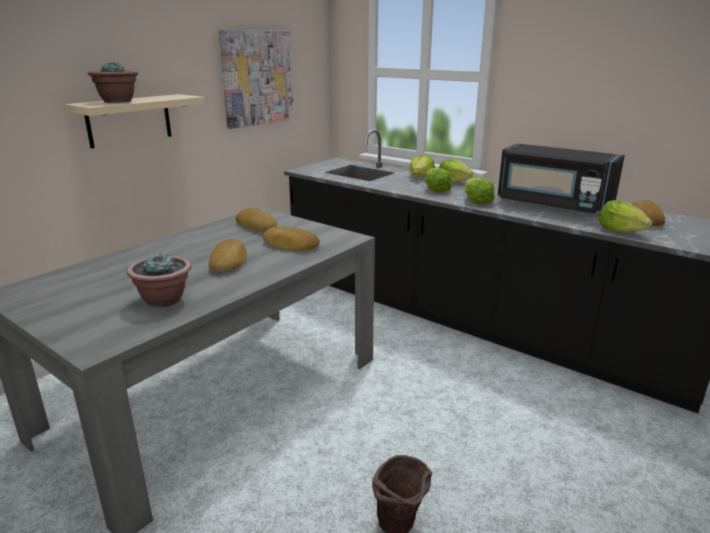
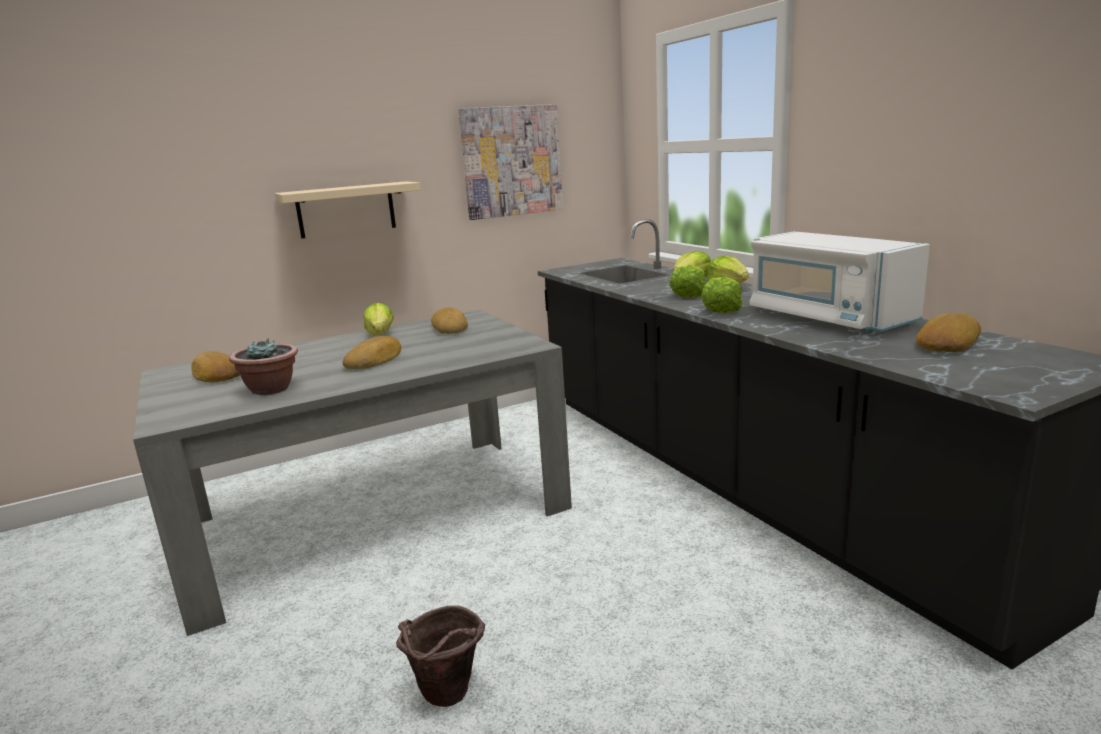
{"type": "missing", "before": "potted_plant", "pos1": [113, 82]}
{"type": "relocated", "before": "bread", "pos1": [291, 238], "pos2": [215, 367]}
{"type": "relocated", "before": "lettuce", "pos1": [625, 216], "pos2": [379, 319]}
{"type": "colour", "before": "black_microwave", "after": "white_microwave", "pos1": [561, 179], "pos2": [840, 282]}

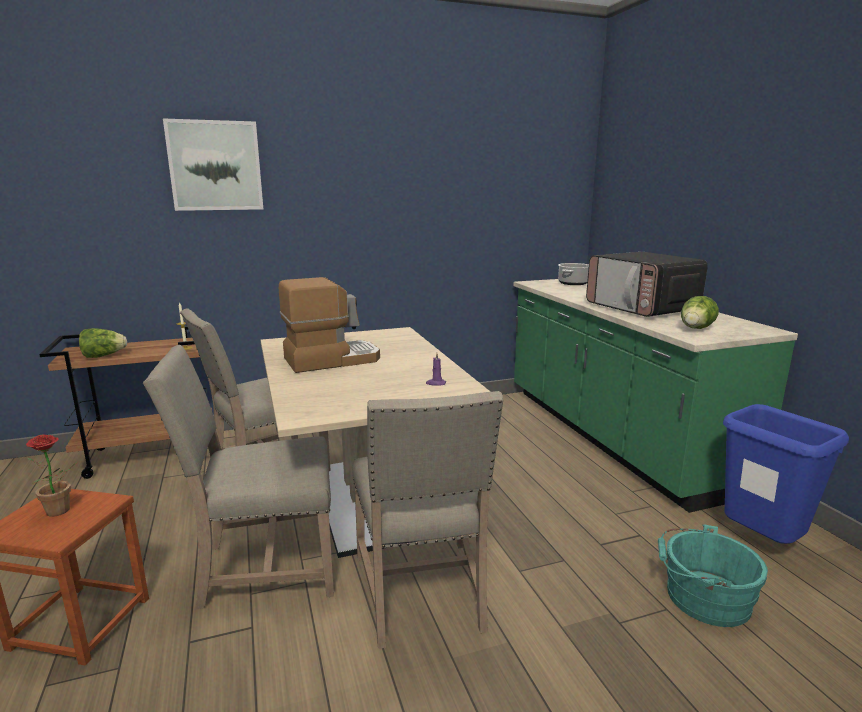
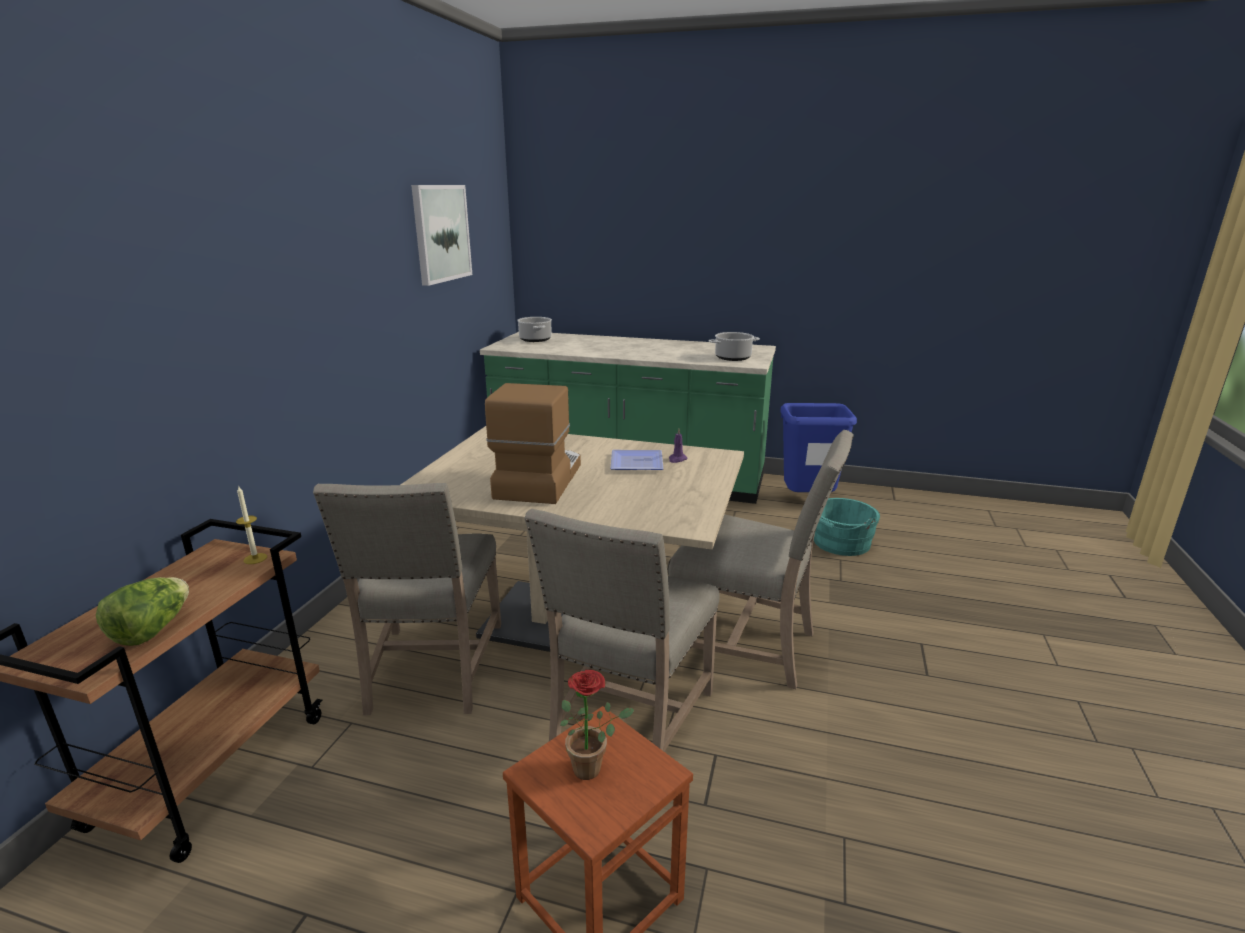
{"type": "missing", "before": "microwave", "pos1": [647, 284]}
{"type": "appeared", "after": "plate", "pos2": [636, 460]}
{"type": "relocated", "before": "picture", "pos1": [213, 165], "pos2": [441, 235]}
{"type": "exchanged", "before": "lettuce", "after": "cooking_pot", "pos1": [700, 312], "pos2": [734, 346]}

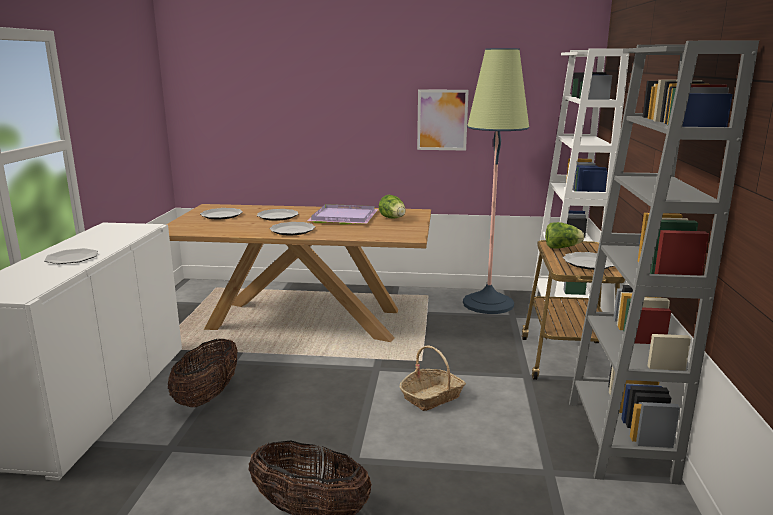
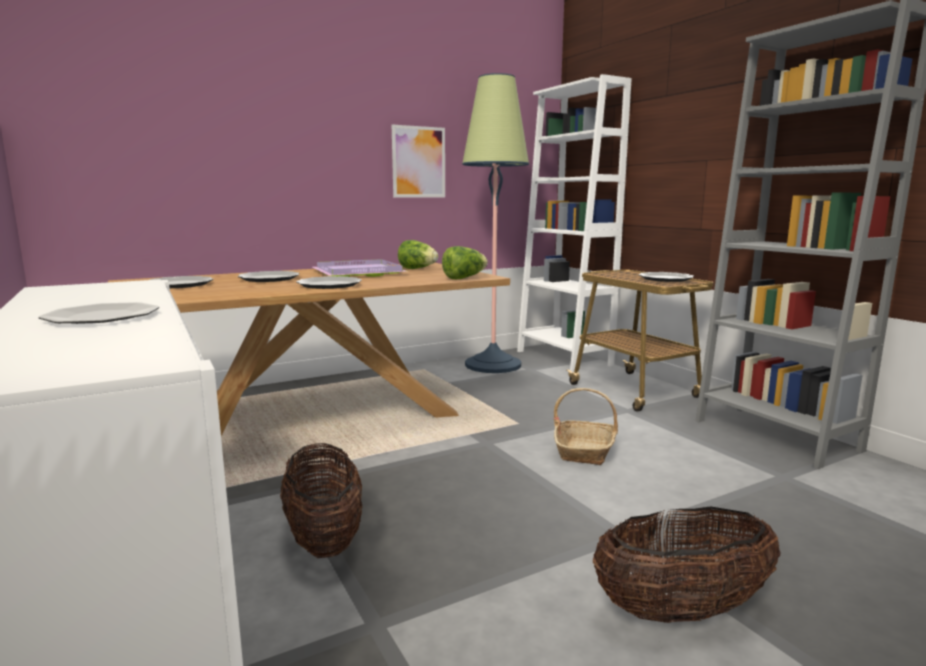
{"type": "relocated", "before": "lettuce", "pos1": [564, 235], "pos2": [465, 262]}

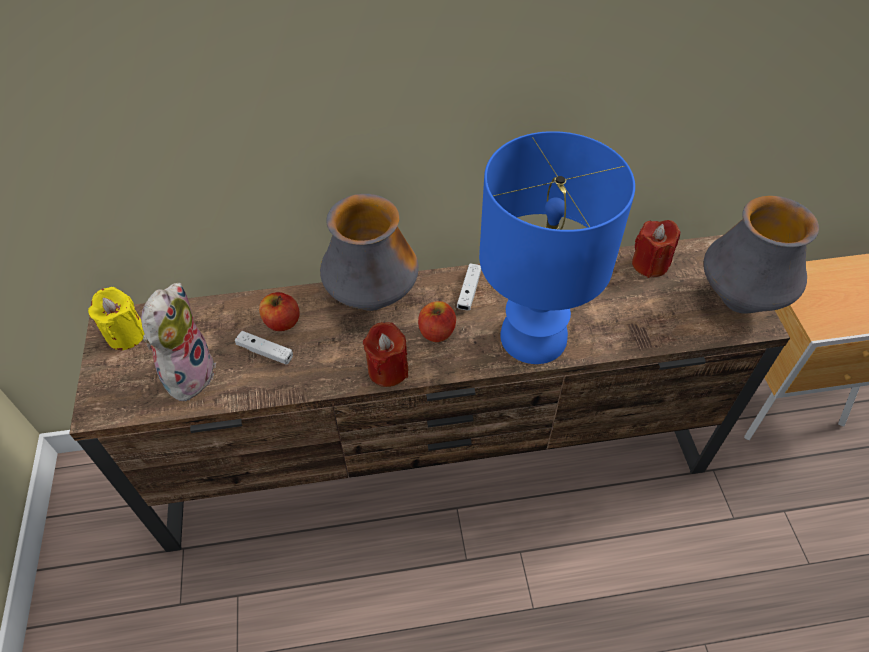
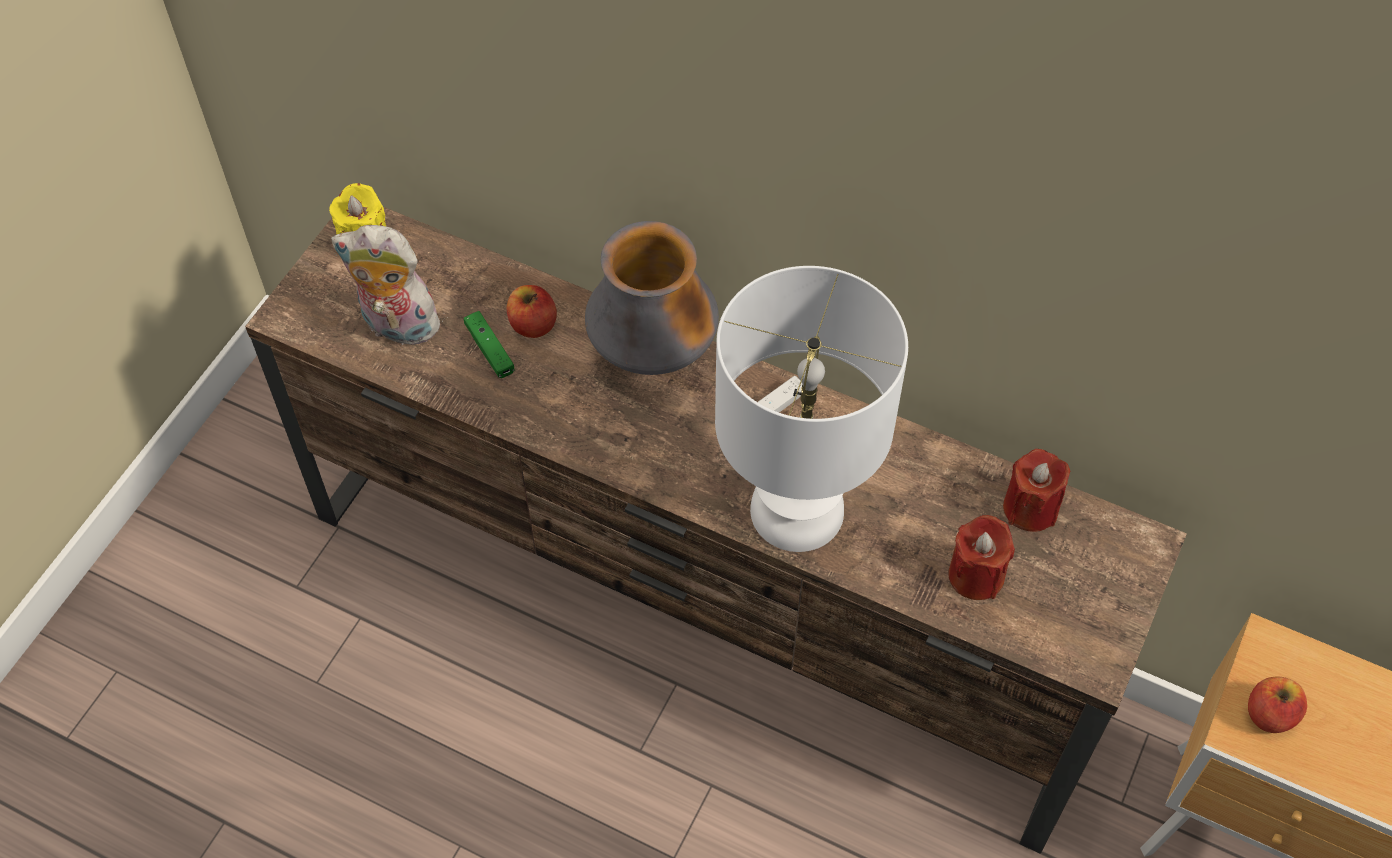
{"type": "missing", "before": "vase", "pos1": [761, 255]}
{"type": "relocated", "before": "red_candle", "pos1": [385, 354], "pos2": [981, 557]}
{"type": "relocated", "before": "apple", "pos1": [437, 321], "pos2": [1277, 704]}
{"type": "colour", "before": "white_game_controller", "after": "green_game_controller", "pos1": [264, 347], "pos2": [489, 344]}
{"type": "colour", "before": "blue_table_lamp", "after": "white_table_lamp", "pos1": [557, 247], "pos2": [811, 409]}
{"type": "spun", "before": "plush_toy", "pos1": [178, 344], "pos2": [387, 287], "turn": -120}

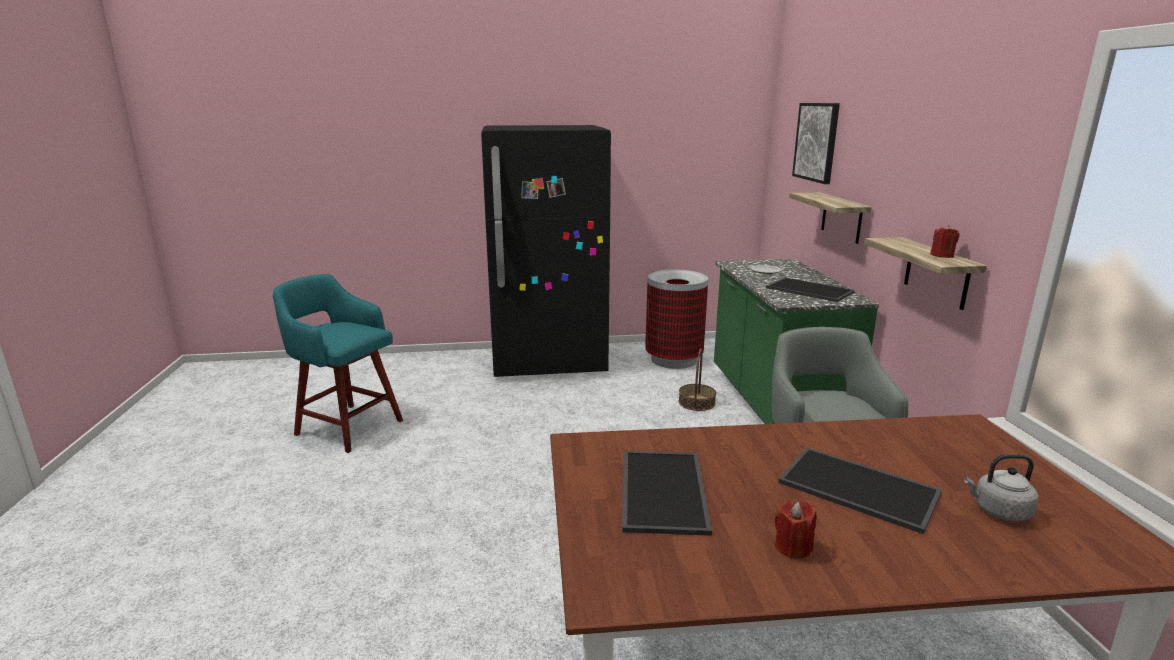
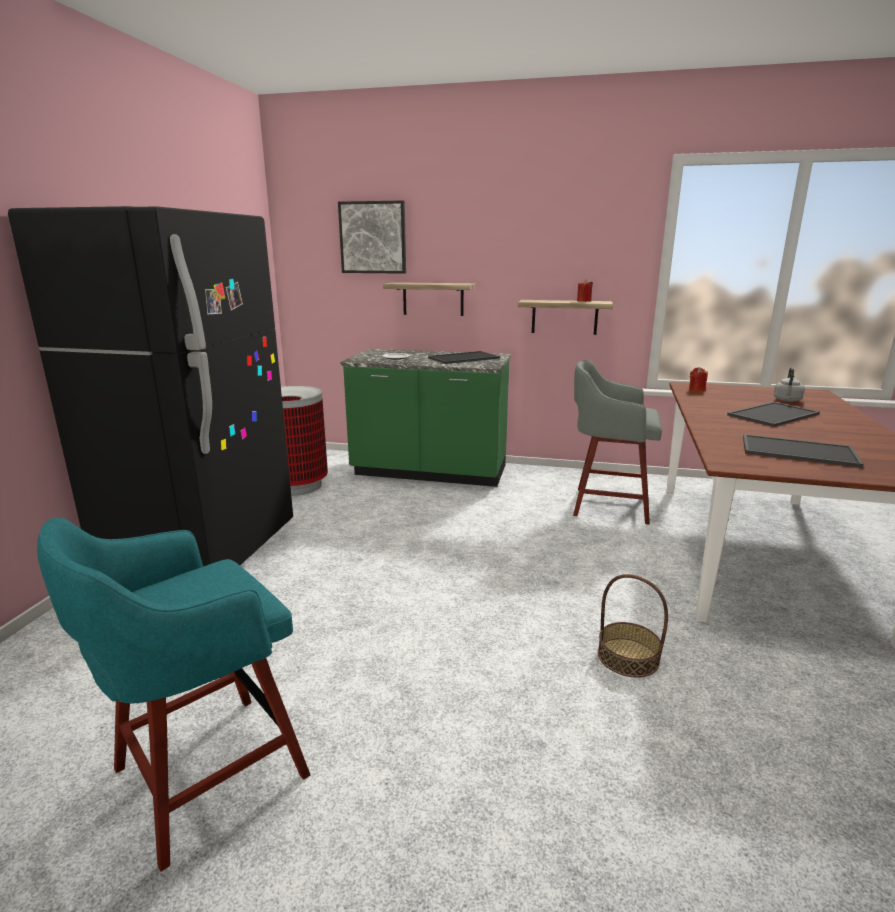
{"type": "relocated", "before": "basket", "pos1": [697, 379], "pos2": [633, 626]}
{"type": "relocated", "before": "red_candle", "pos1": [795, 529], "pos2": [698, 379]}

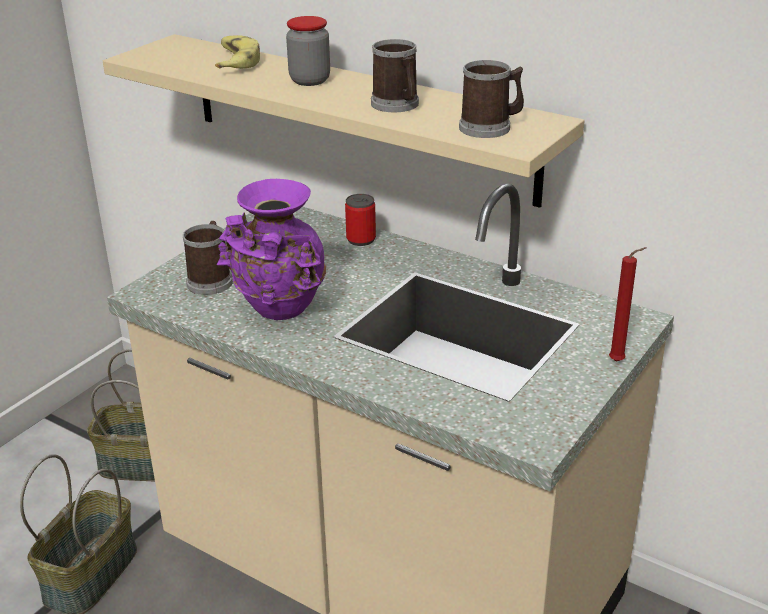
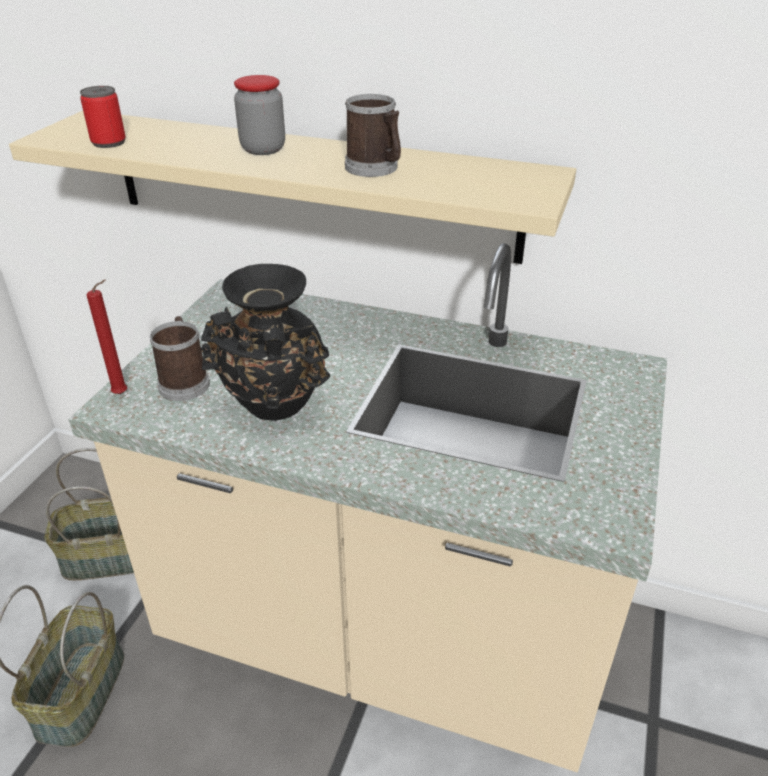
{"type": "missing", "before": "banana", "pos1": [237, 52]}
{"type": "missing", "before": "mug", "pos1": [491, 99]}
{"type": "relocated", "before": "can", "pos1": [360, 220], "pos2": [103, 117]}
{"type": "relocated", "before": "red_candle", "pos1": [627, 304], "pos2": [107, 337]}
{"type": "colour", "before": "purple_vase", "after": "black_vase", "pos1": [271, 249], "pos2": [265, 342]}

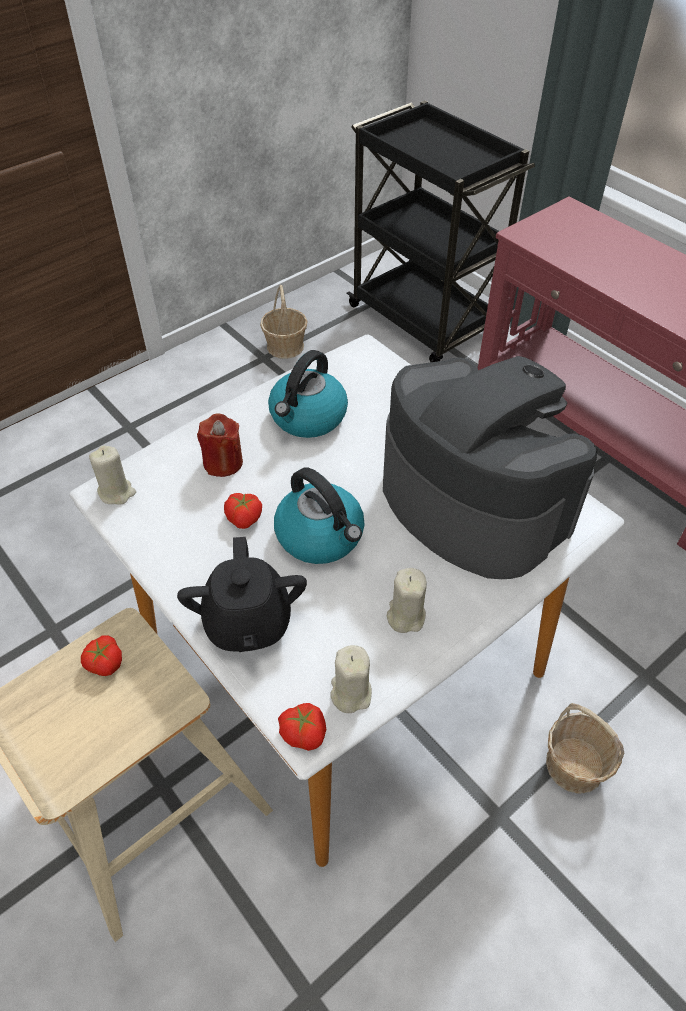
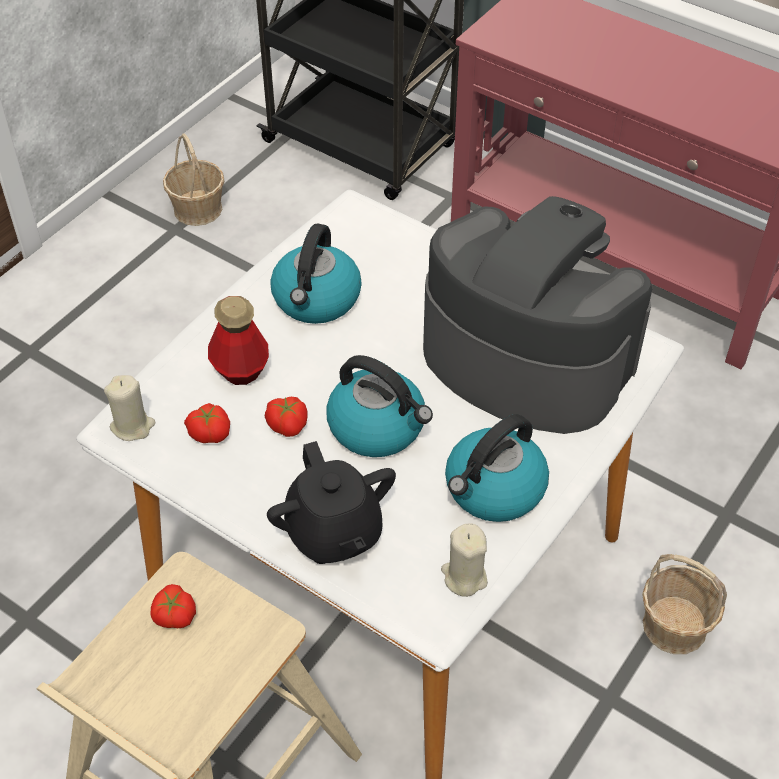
{"type": "relocated", "before": "tomato", "pos1": [302, 727], "pos2": [207, 423]}
{"type": "exchanged", "before": "red_candle", "after": "bottle", "pos1": [220, 445], "pos2": [238, 340]}
{"type": "exchanged", "before": "beige_candle", "after": "kettle", "pos1": [407, 600], "pos2": [497, 468]}

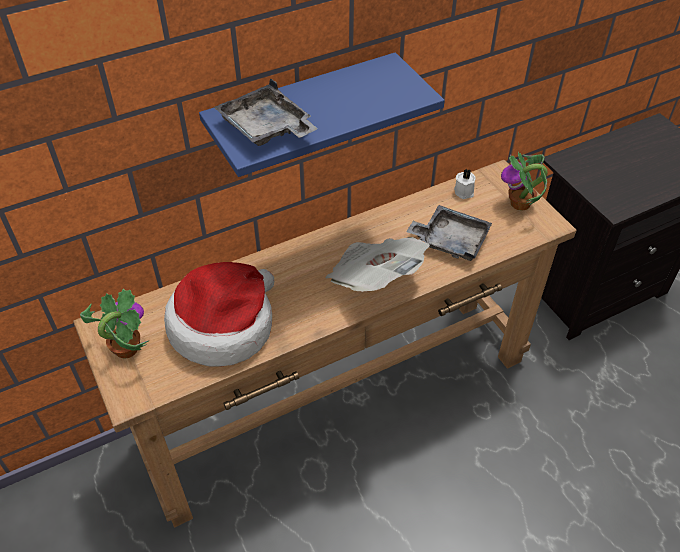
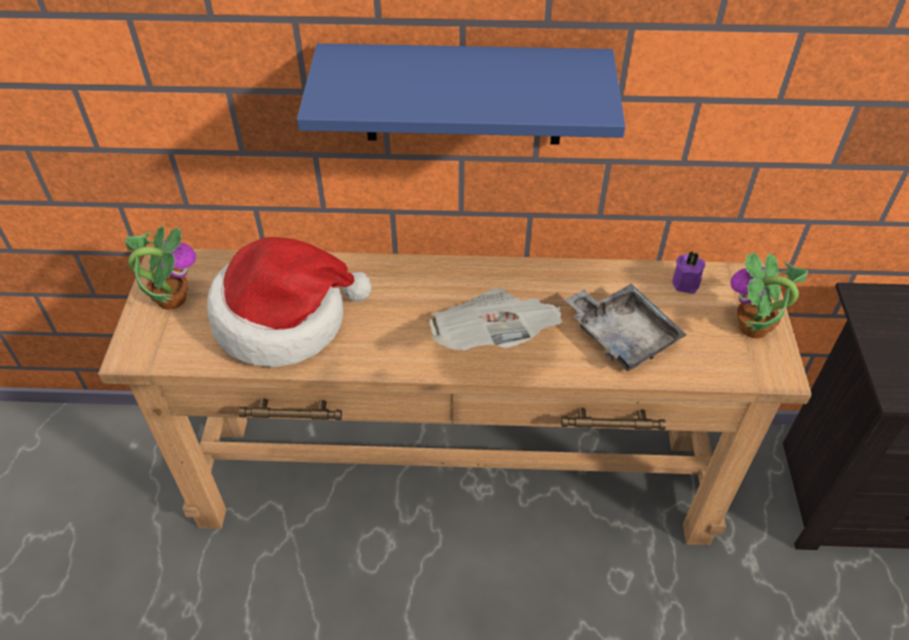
{"type": "missing", "before": "grey_tray", "pos1": [266, 112]}
{"type": "colour", "before": "white_candle", "after": "purple_candle", "pos1": [465, 184], "pos2": [688, 272]}

